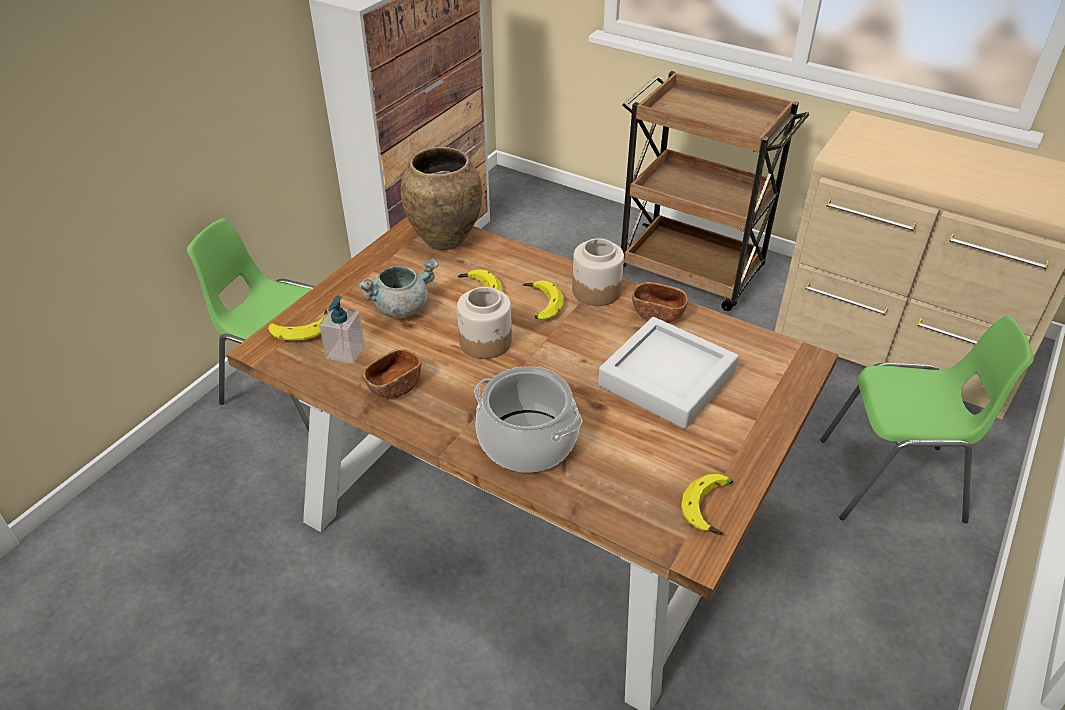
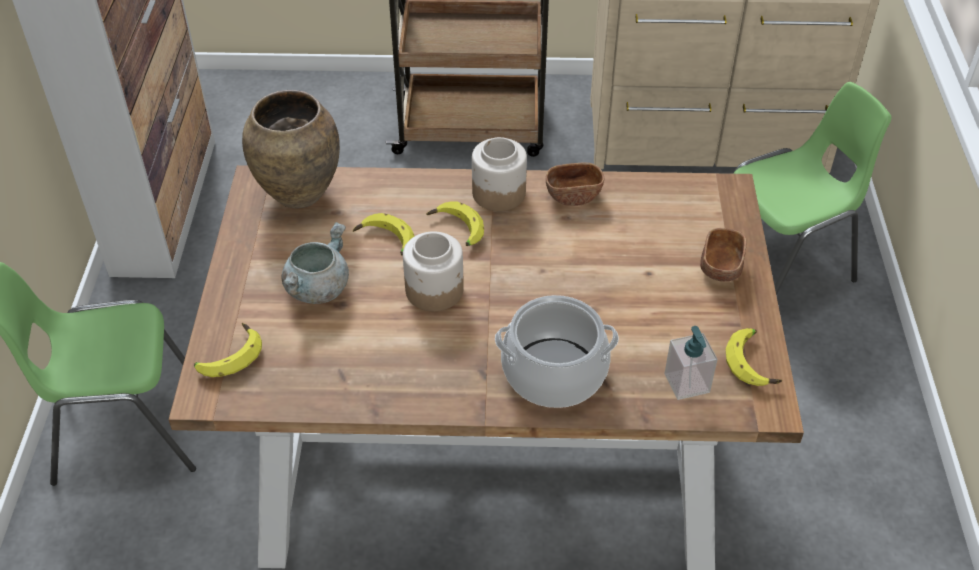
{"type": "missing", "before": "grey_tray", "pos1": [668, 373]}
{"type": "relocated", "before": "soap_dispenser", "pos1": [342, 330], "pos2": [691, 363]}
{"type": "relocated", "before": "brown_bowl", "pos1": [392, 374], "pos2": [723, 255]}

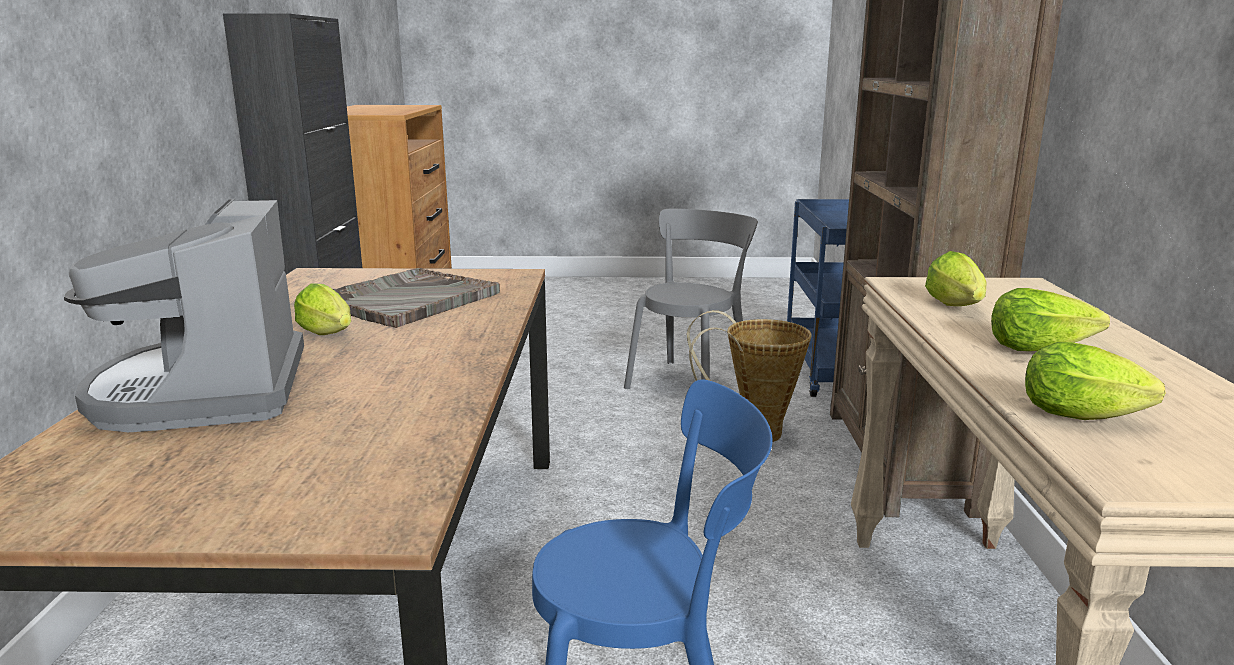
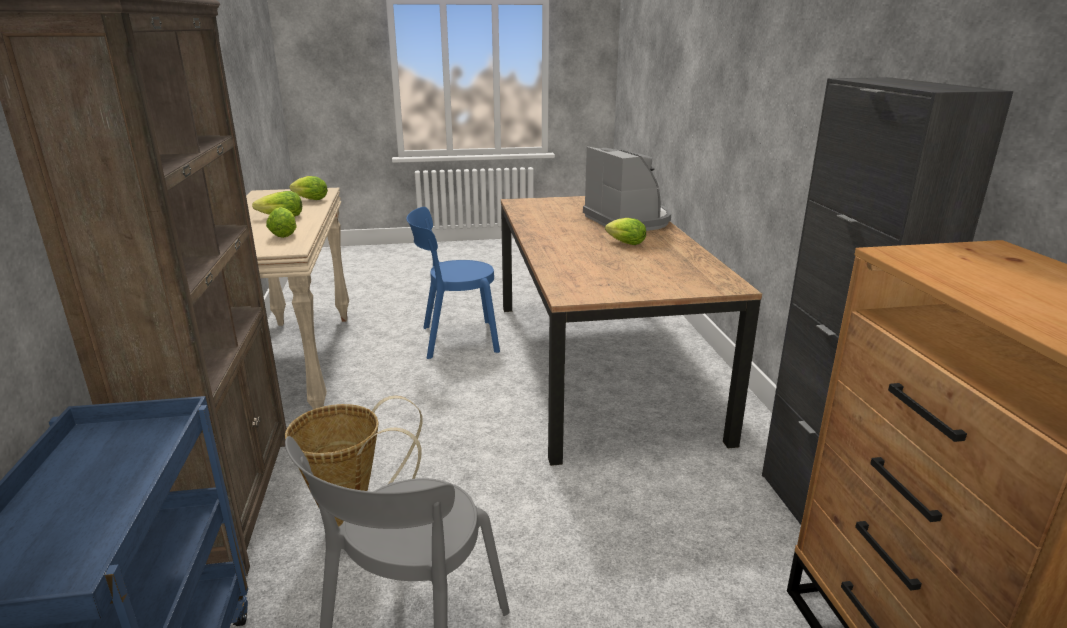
{"type": "missing", "before": "grey_tray", "pos1": [416, 298]}

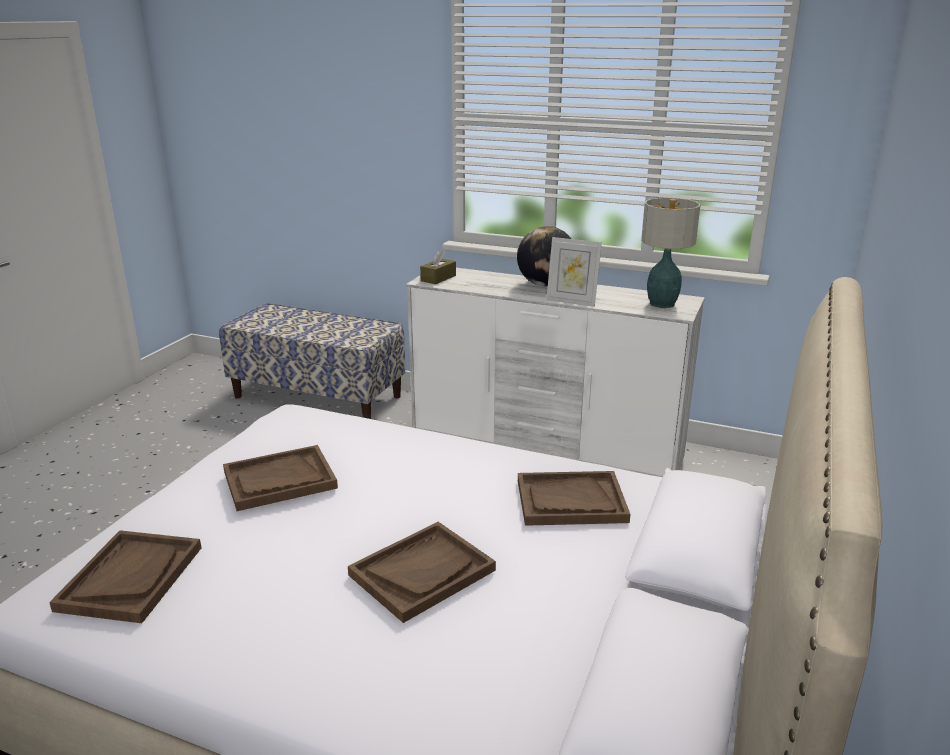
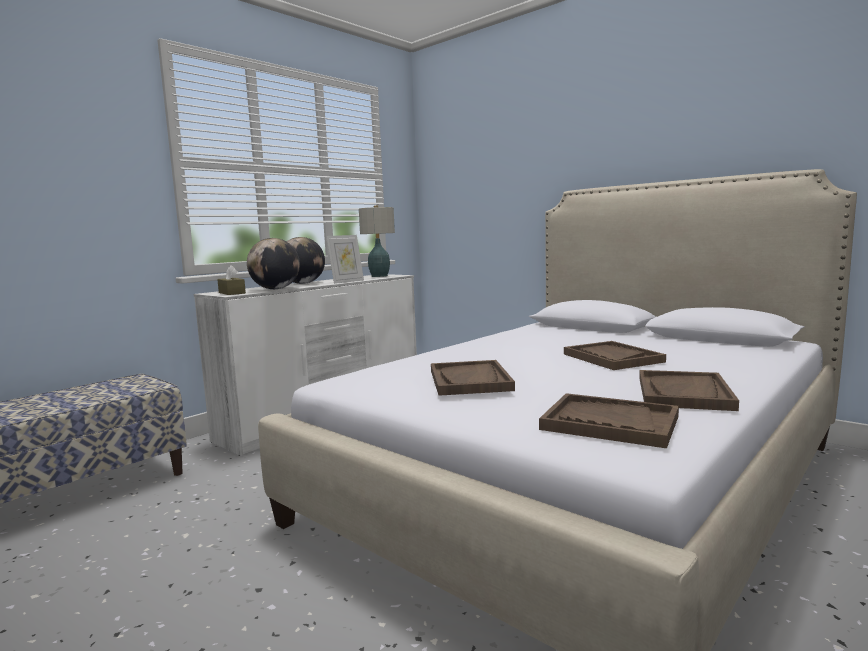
{"type": "appeared", "after": "globe", "pos2": [273, 263]}
{"type": "relocated", "before": "brown_tray", "pos1": [574, 498], "pos2": [689, 390]}

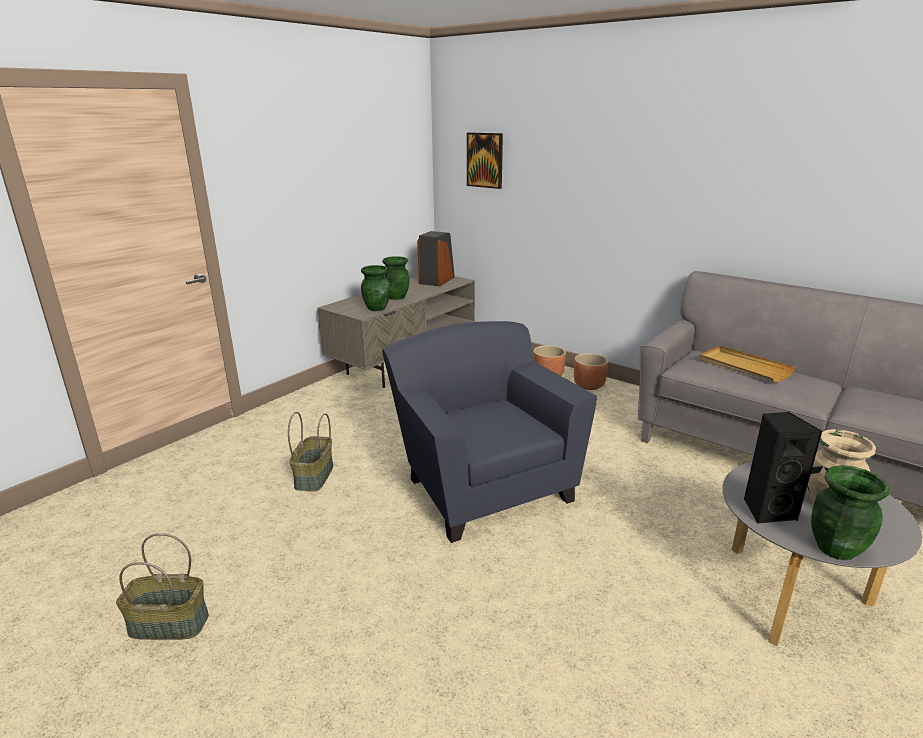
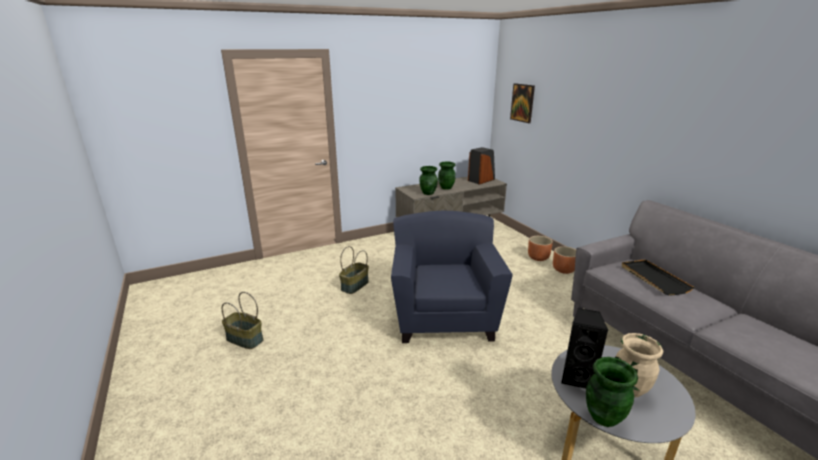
{"type": "colour", "before": "beige_tray", "after": "black_tray", "pos1": [747, 364], "pos2": [658, 277]}

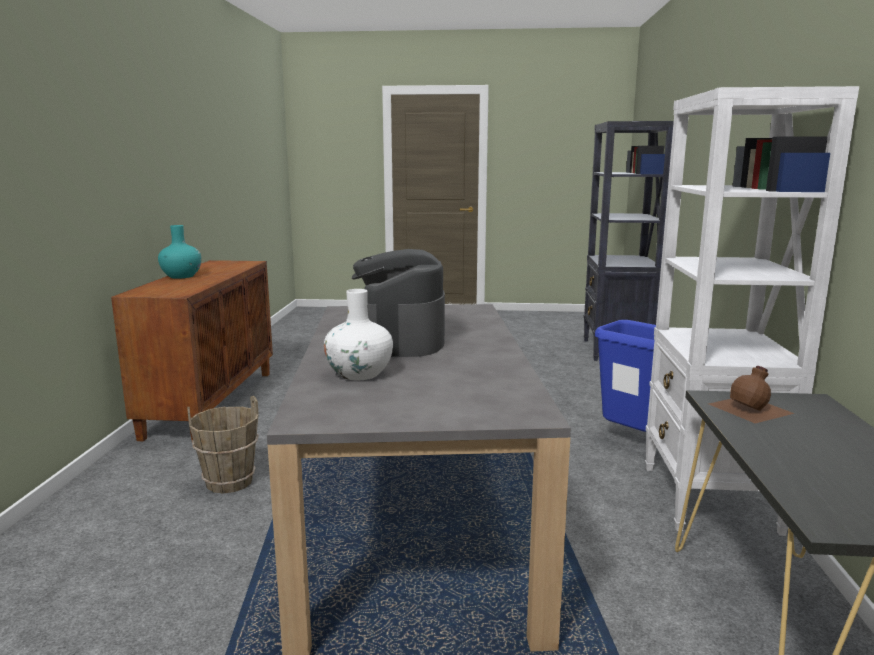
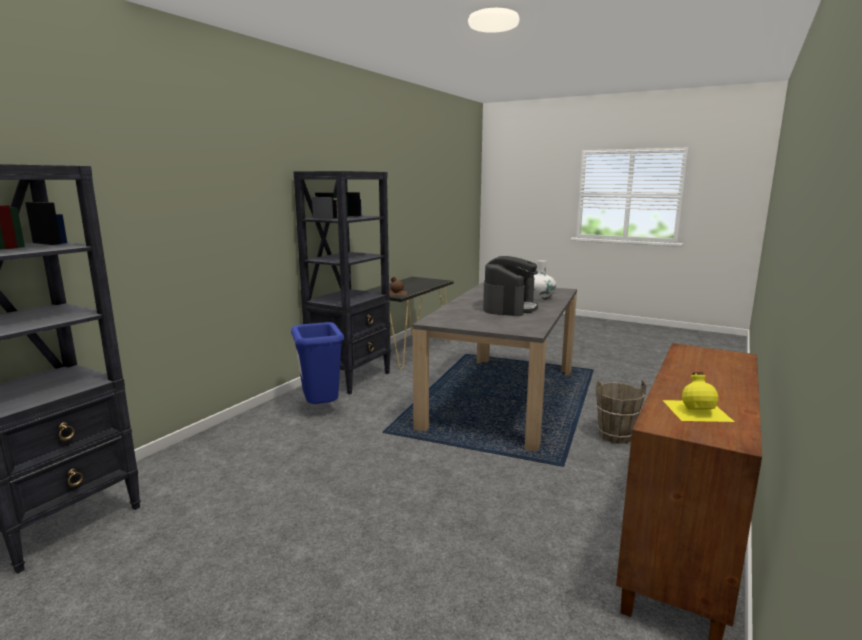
{"type": "missing", "before": "turquoise_vase", "pos1": [180, 252]}
{"type": "appeared", "after": "yellow_bottle", "pos2": [698, 397]}
{"type": "colour", "before": "white_bookcase", "after": "black_bookcase", "pos1": [752, 311], "pos2": [342, 282]}

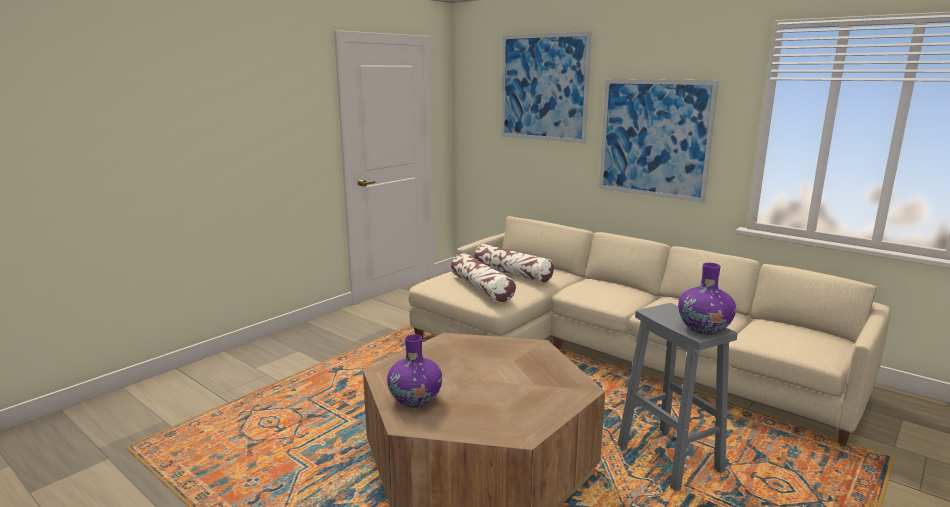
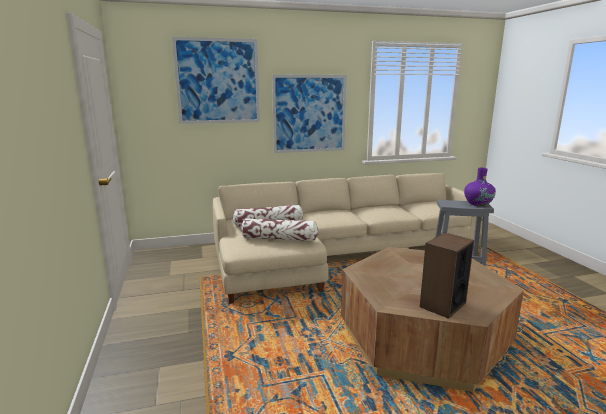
{"type": "exchanged", "before": "purple_vase", "after": "speaker", "pos1": [414, 371], "pos2": [447, 276]}

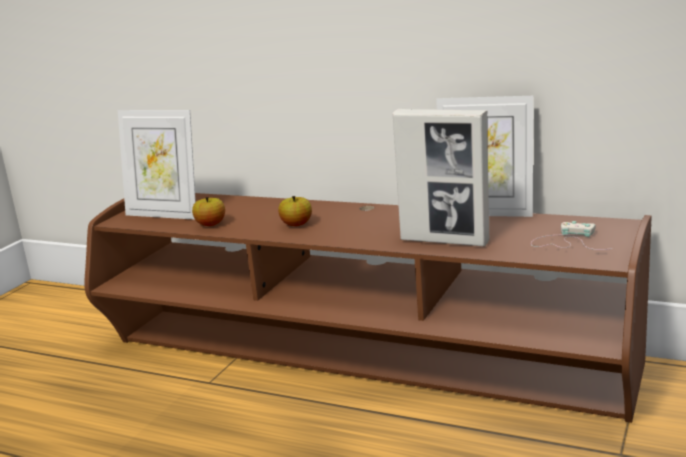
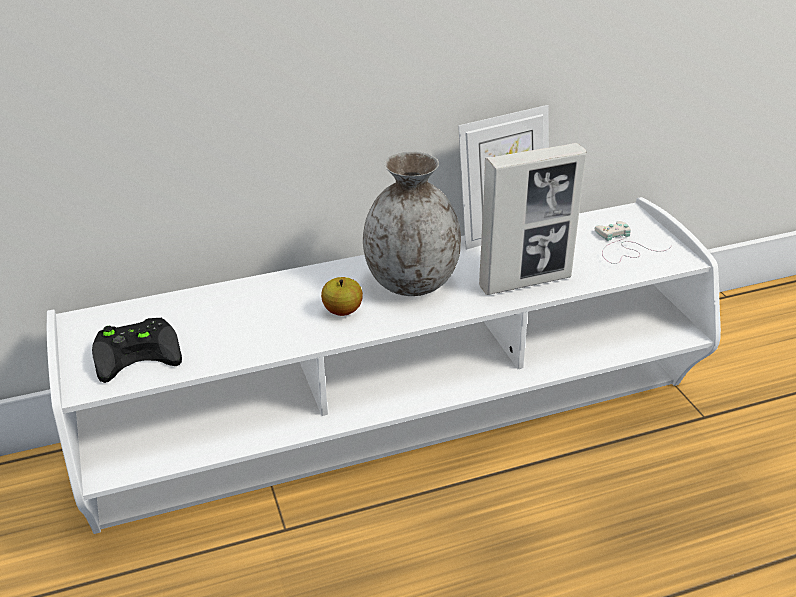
{"type": "missing", "before": "apple", "pos1": [208, 211]}
{"type": "appeared", "after": "grey_vase", "pos2": [412, 223]}
{"type": "exchanged", "before": "picture_frame", "after": "black_game_controller", "pos1": [157, 165], "pos2": [137, 350]}
{"type": "colour", "before": "brown_tv_stand", "after": "white_tv_stand", "pos1": [368, 308], "pos2": [384, 365]}

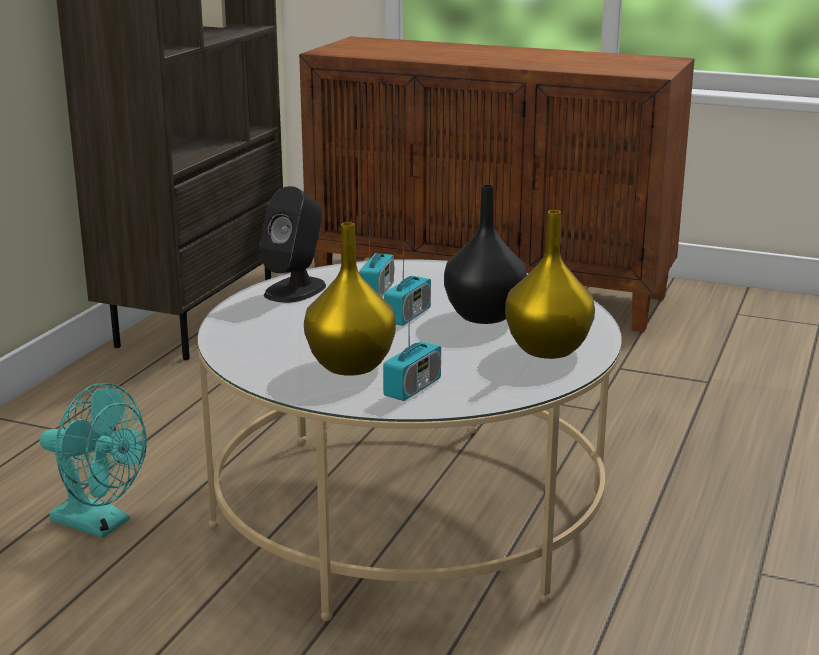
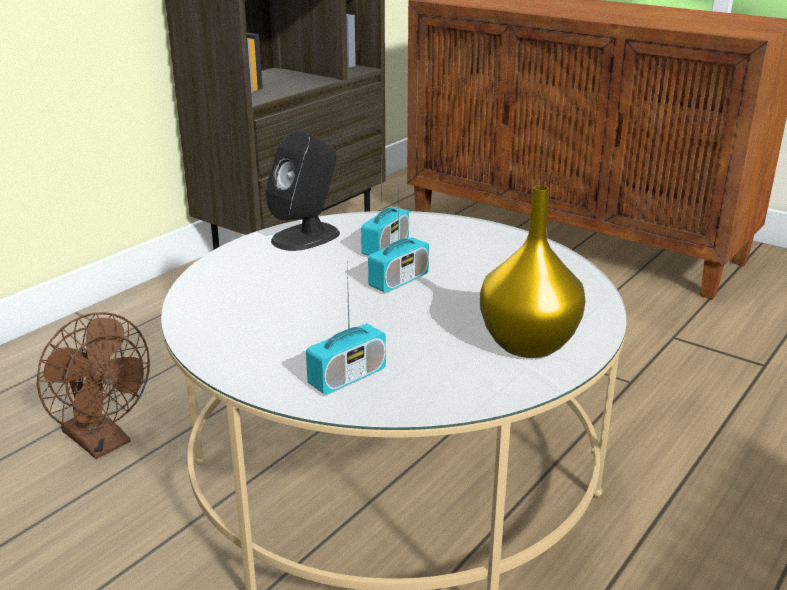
{"type": "missing", "before": "yellow_vase", "pos1": [350, 299]}
{"type": "missing", "before": "black_vase", "pos1": [485, 254]}
{"type": "colour", "before": "turquoise_fan", "after": "brown_fan", "pos1": [93, 460], "pos2": [93, 385]}

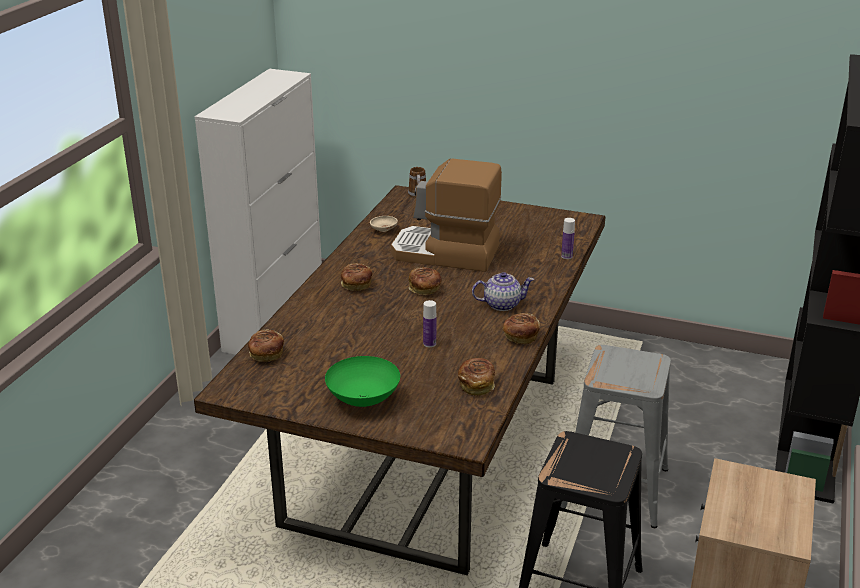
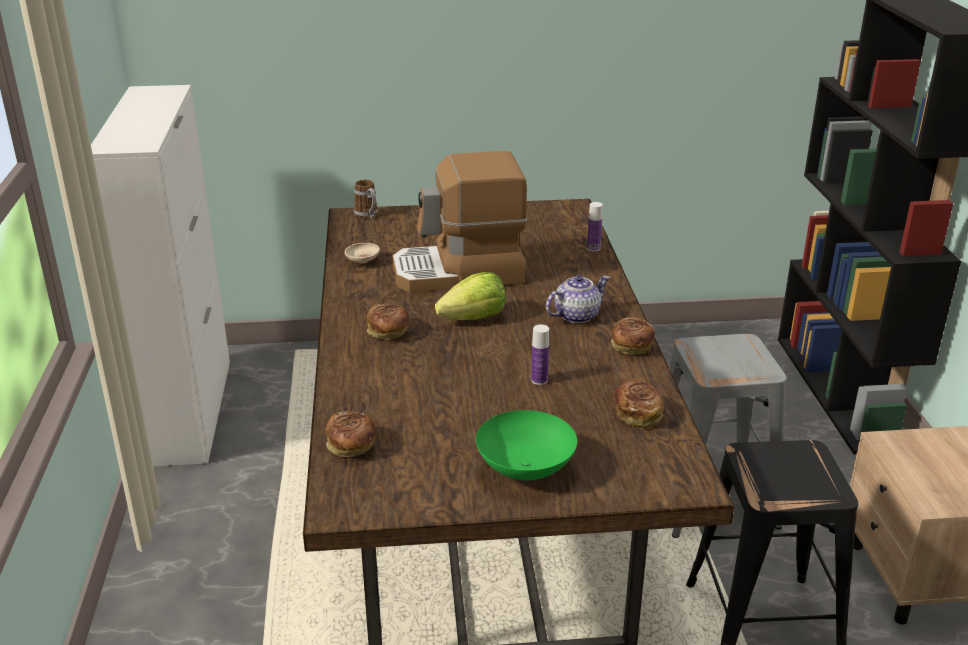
{"type": "exchanged", "before": "bread", "after": "lettuce", "pos1": [425, 281], "pos2": [470, 296]}

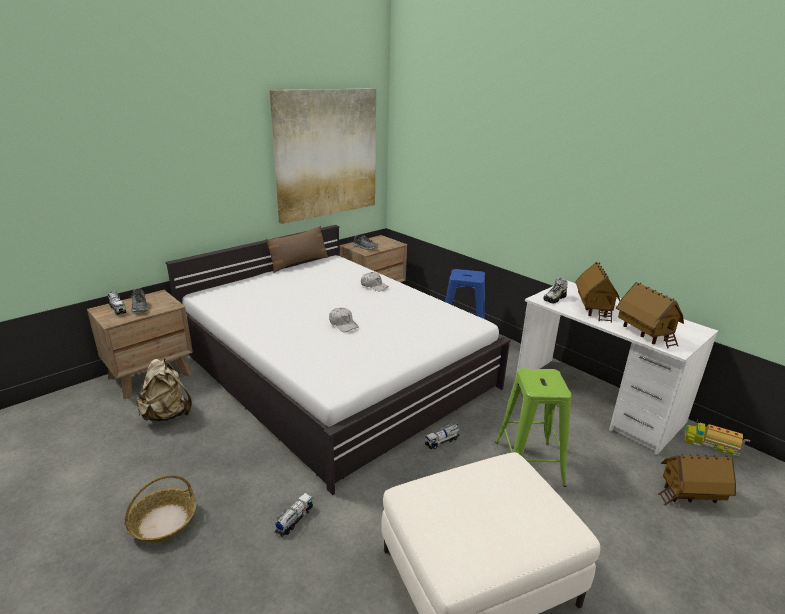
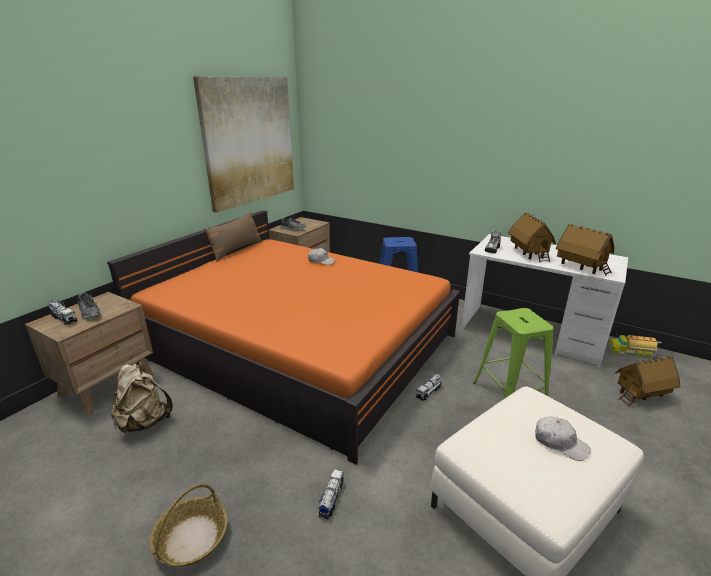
{"type": "relocated", "before": "white_cap", "pos1": [344, 320], "pos2": [563, 438]}
{"type": "colour", "before": "white_bed", "after": "orange_bed", "pos1": [338, 360], "pos2": [283, 337]}

